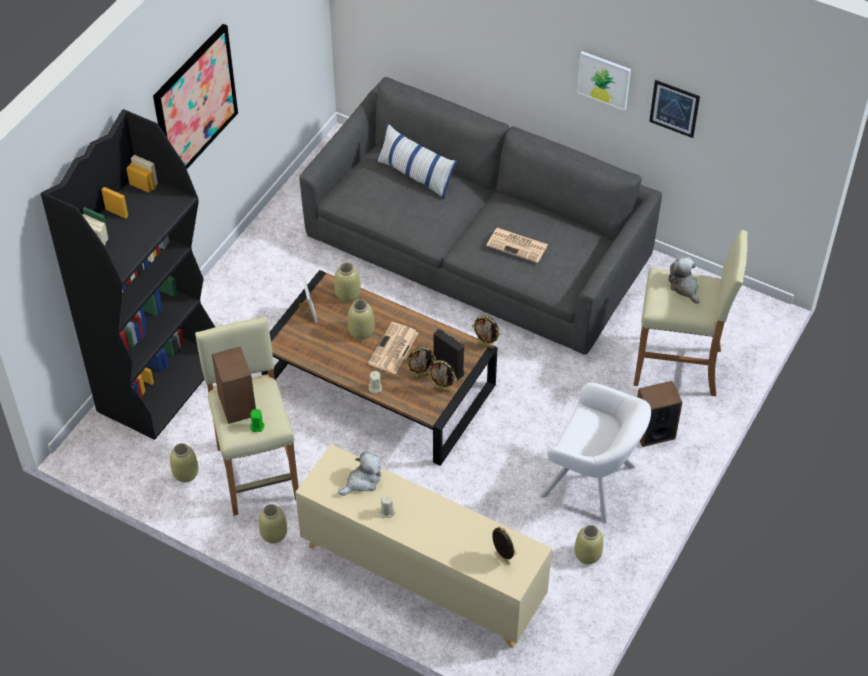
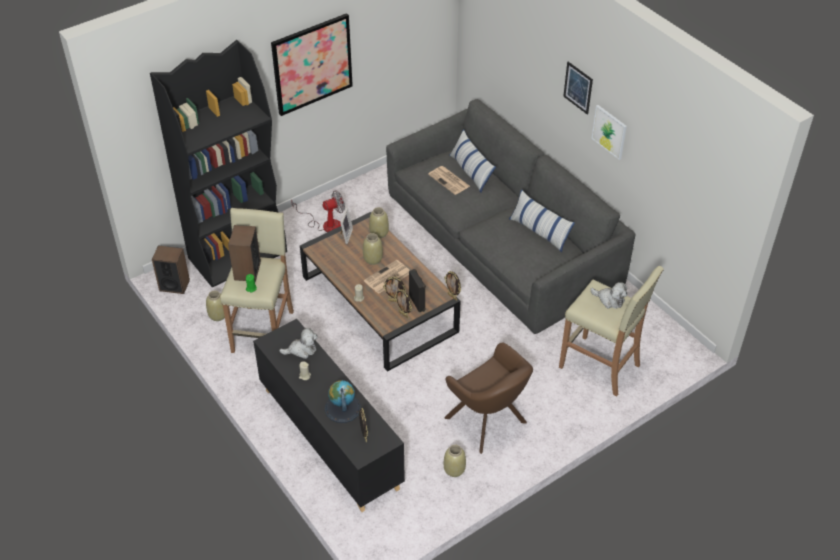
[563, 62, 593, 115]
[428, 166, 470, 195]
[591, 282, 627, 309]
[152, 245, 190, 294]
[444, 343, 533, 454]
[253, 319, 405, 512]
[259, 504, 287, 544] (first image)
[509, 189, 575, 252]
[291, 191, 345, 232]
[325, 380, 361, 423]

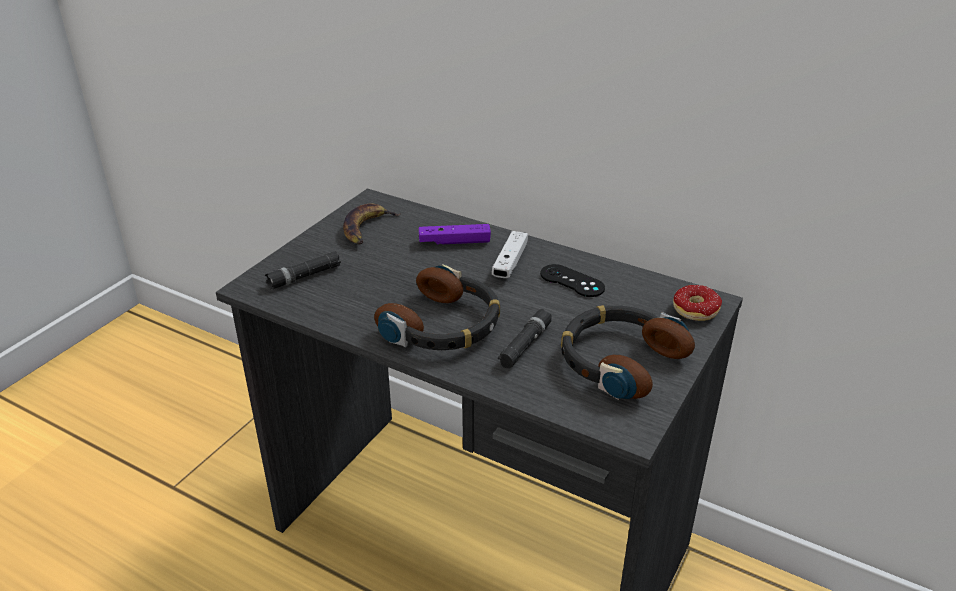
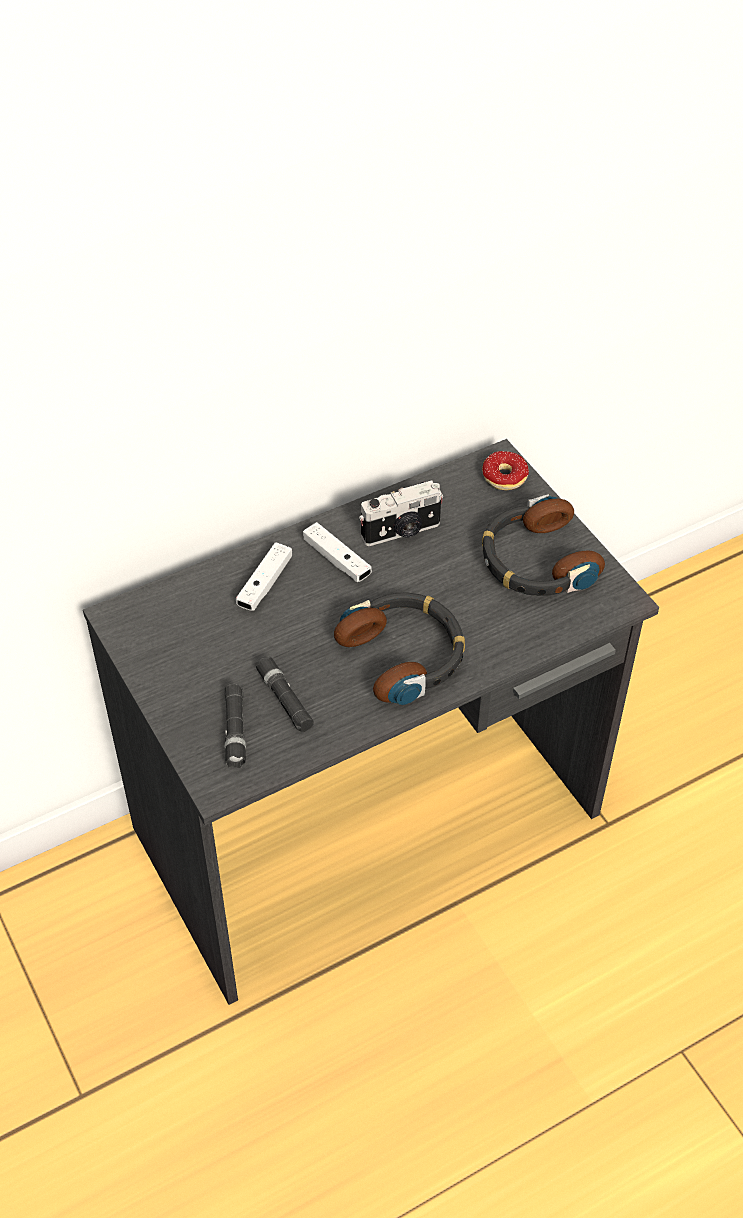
[343, 203, 401, 245] (first image)
[236, 542, 292, 611]
[359, 481, 444, 546]
[256, 657, 314, 732]

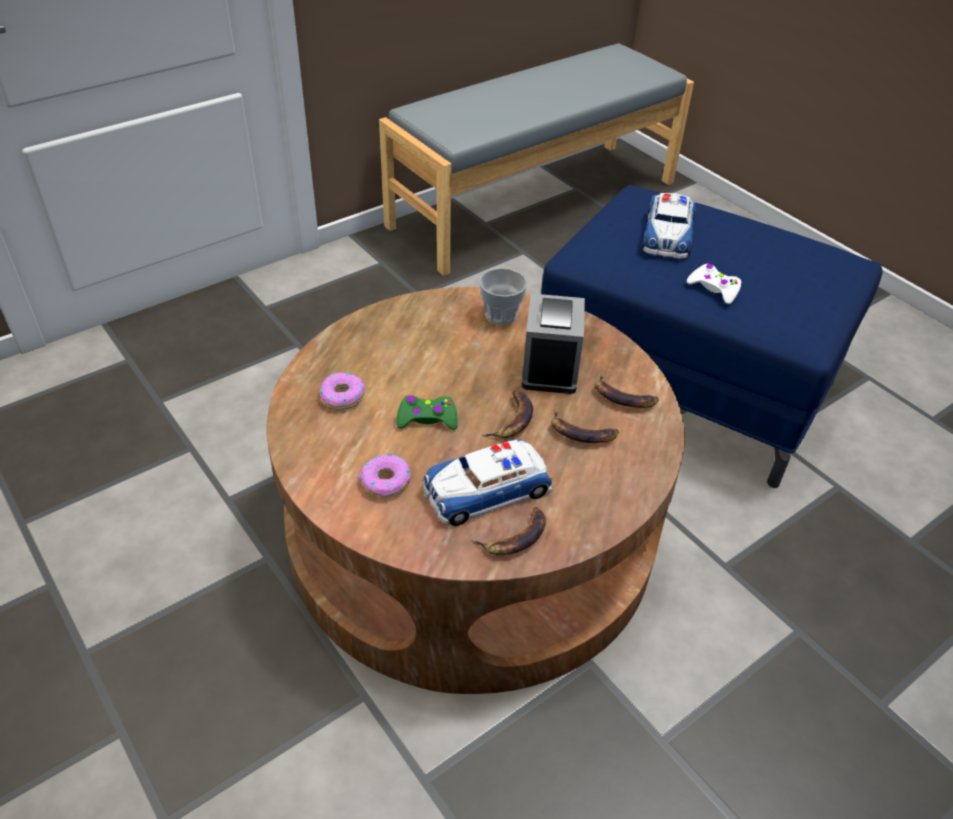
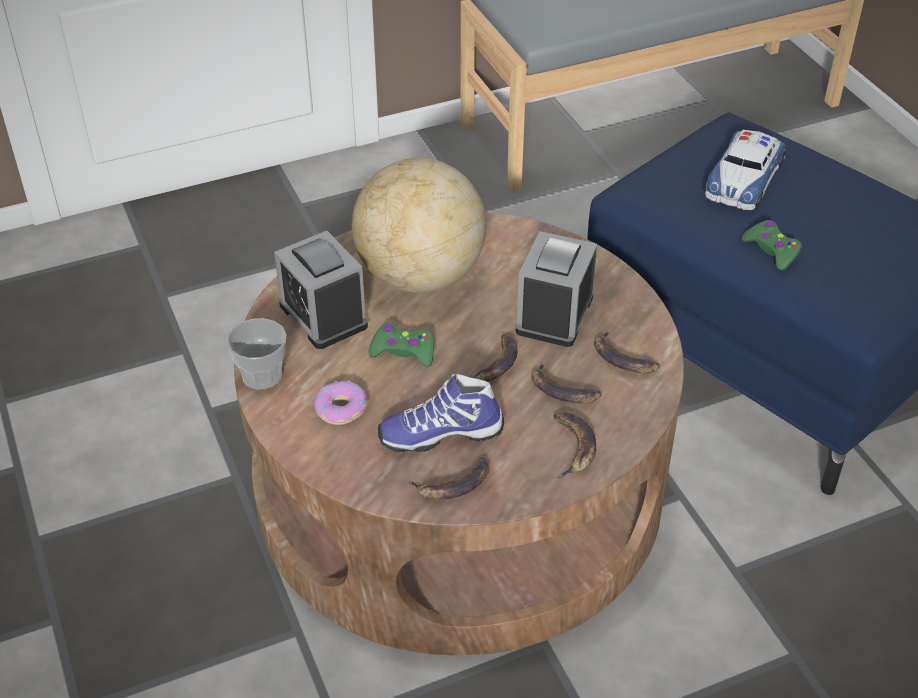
[741, 220, 802, 271]
[227, 318, 286, 389]
[274, 231, 368, 349]
[378, 374, 504, 453]
[352, 158, 486, 293]
[553, 412, 596, 478]

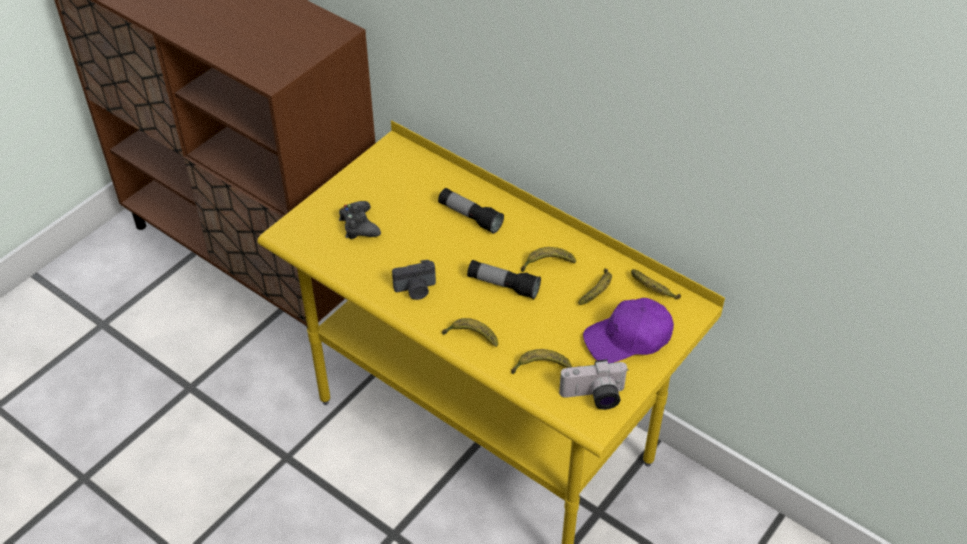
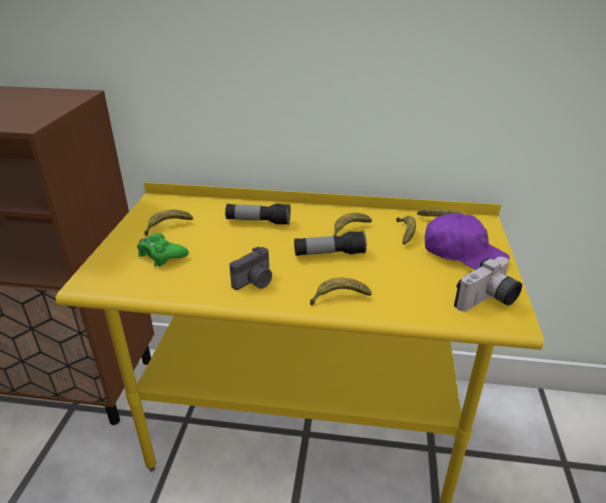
[137, 233, 189, 267]
[425, 213, 509, 270]
[144, 210, 193, 236]

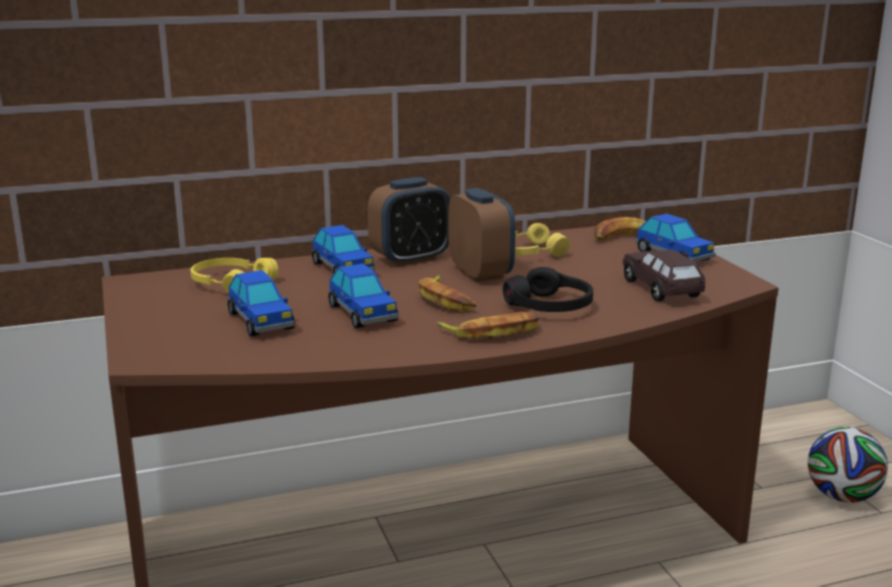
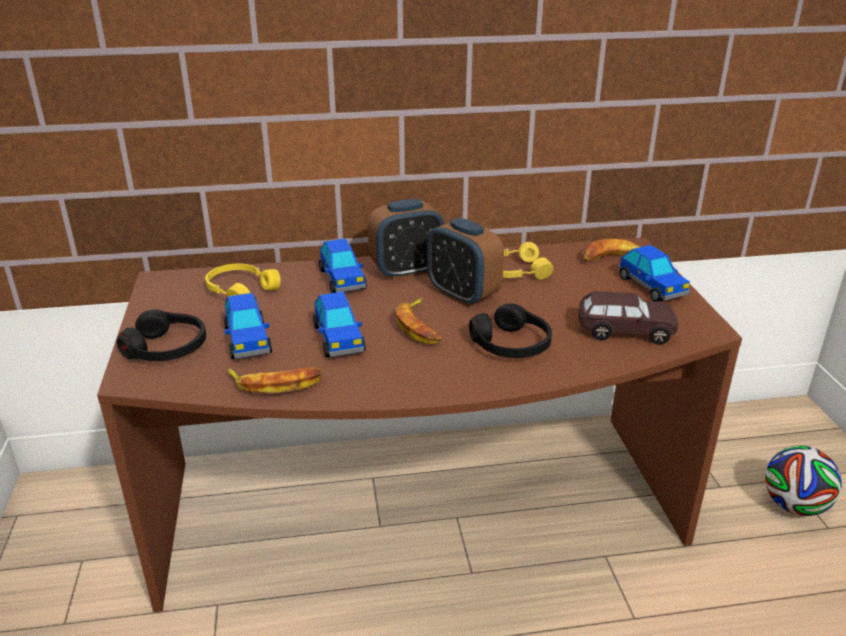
[427, 218, 504, 307]
[578, 291, 678, 345]
[227, 367, 322, 394]
[117, 309, 206, 361]

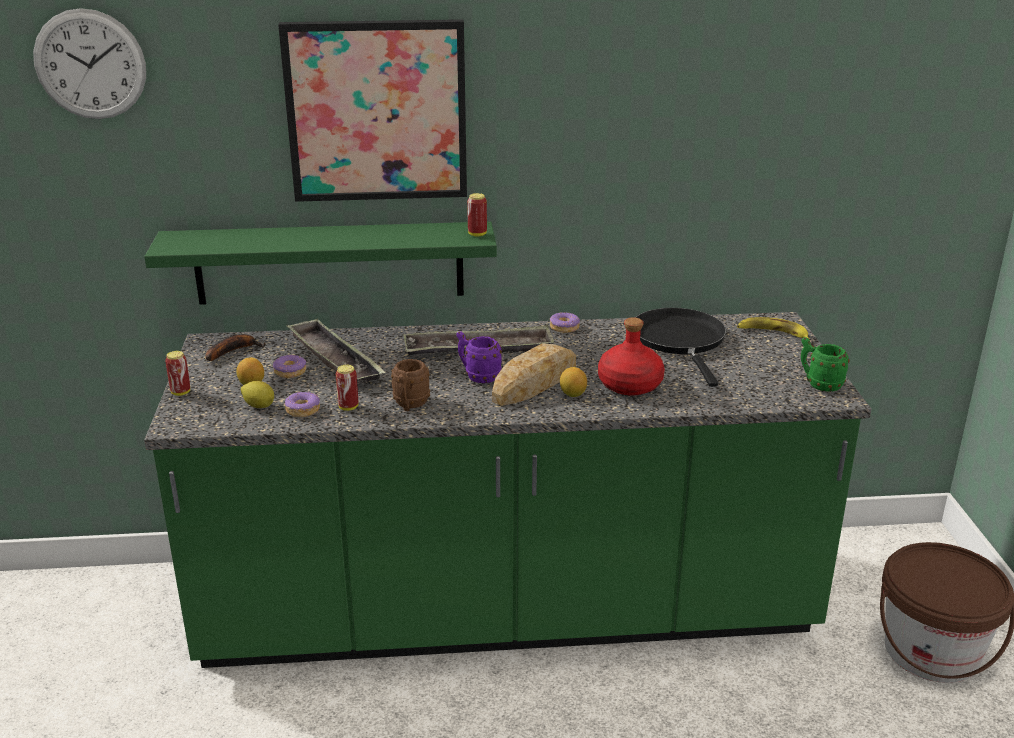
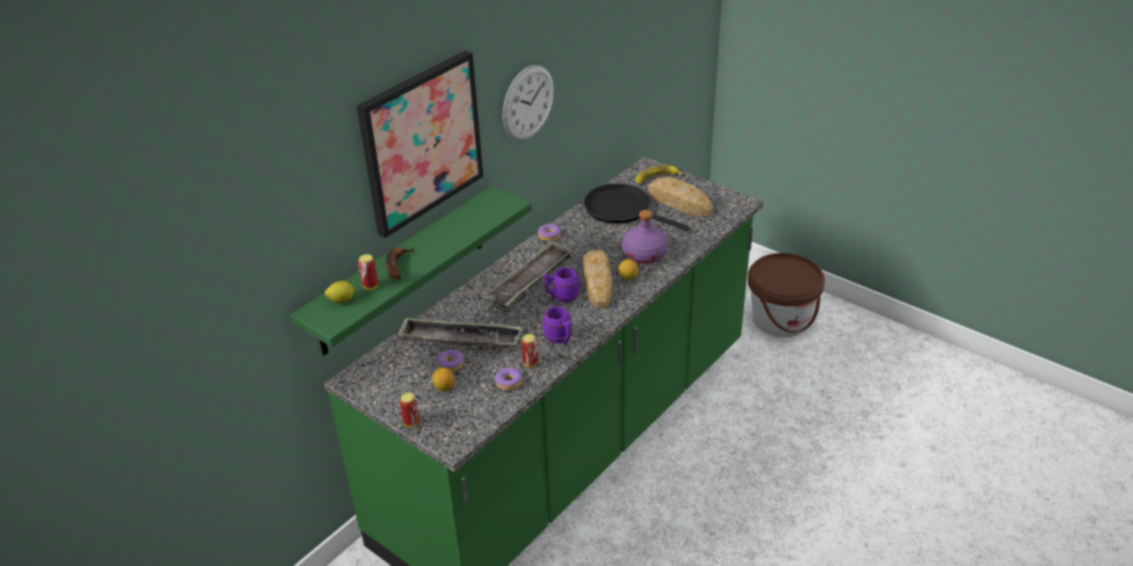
[503, 65, 554, 140]
[358, 254, 378, 290]
[622, 210, 668, 263]
[385, 247, 415, 279]
[801, 337, 850, 392] (first image)
[542, 306, 572, 345]
[325, 281, 355, 303]
[647, 177, 713, 217]

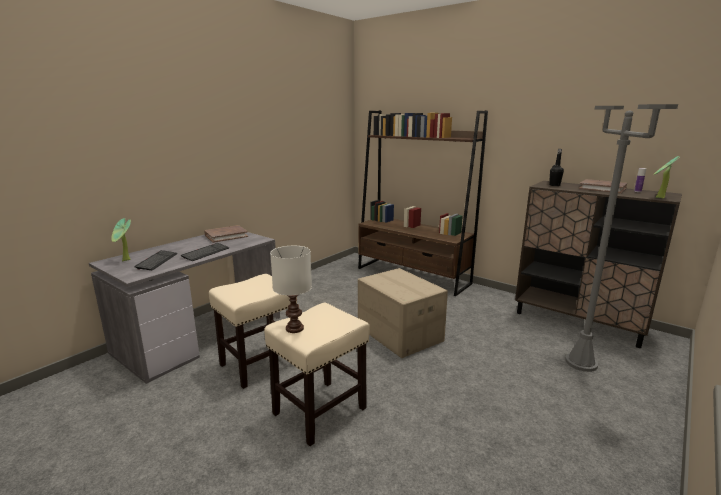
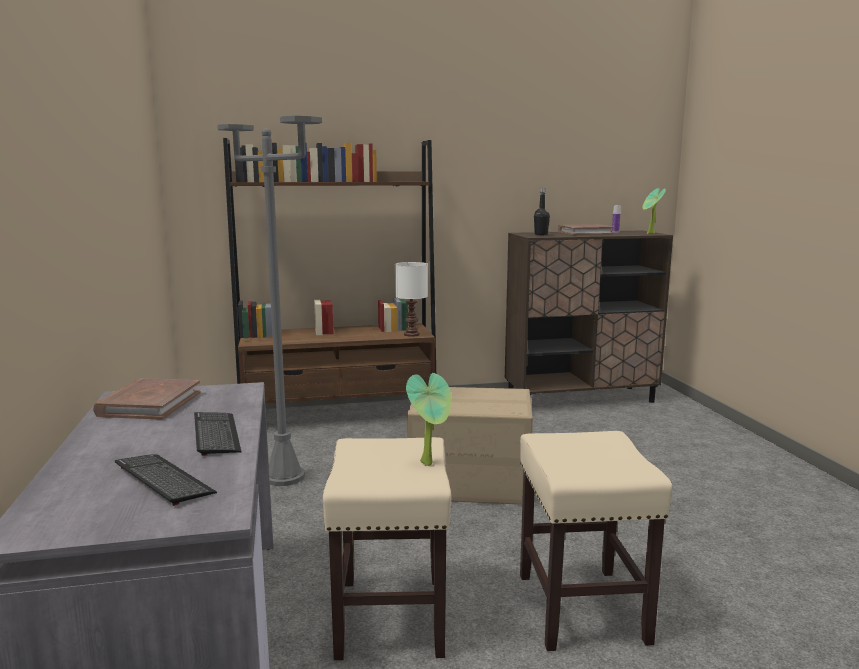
[217, 116, 322, 486]
[406, 373, 451, 466]
[395, 262, 428, 337]

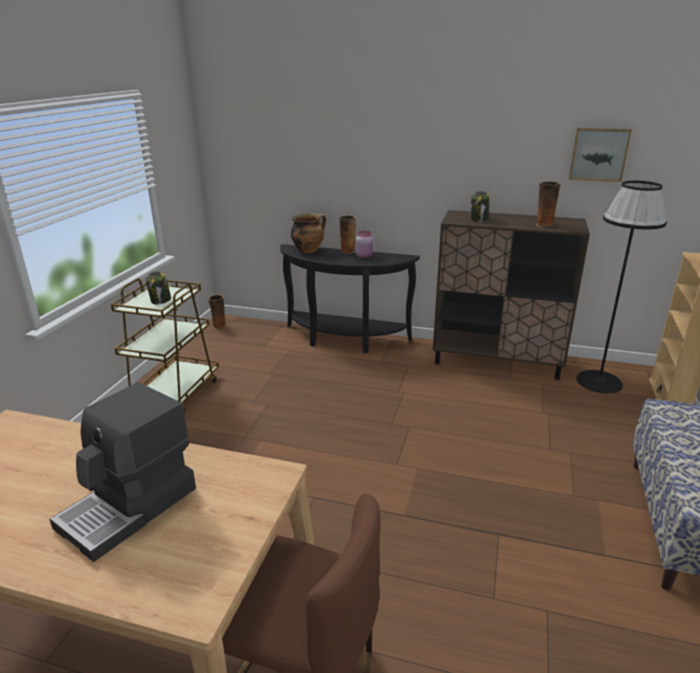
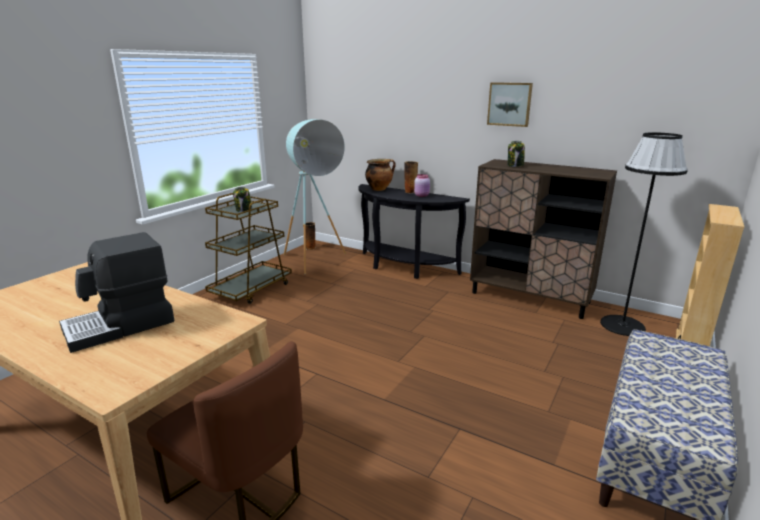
[487, 82, 533, 127]
[536, 181, 561, 227] (first image)
[284, 119, 346, 274]

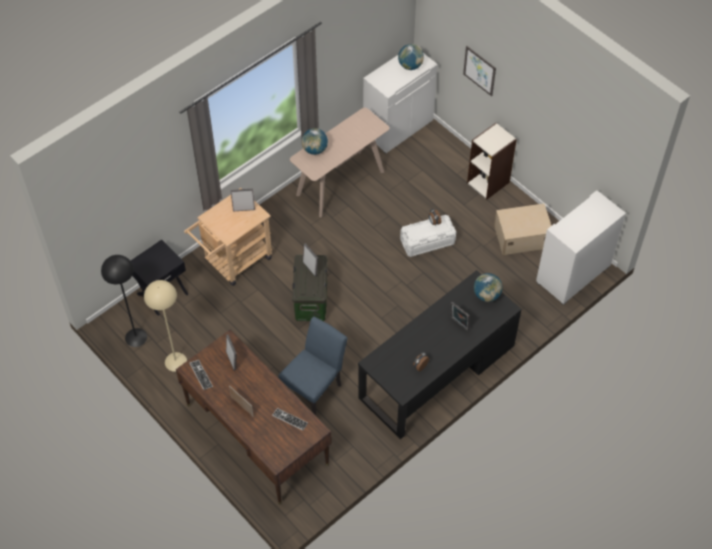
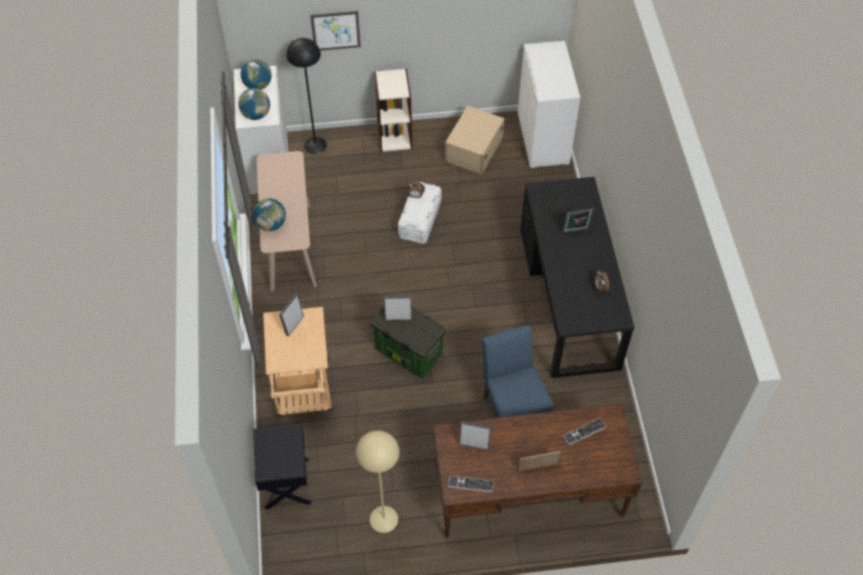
[286, 38, 327, 154]
[238, 88, 270, 120]

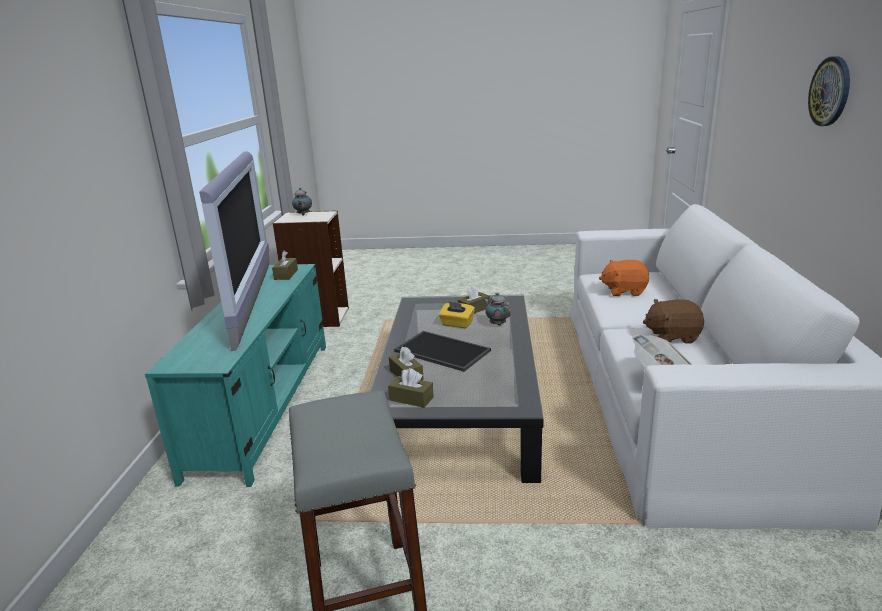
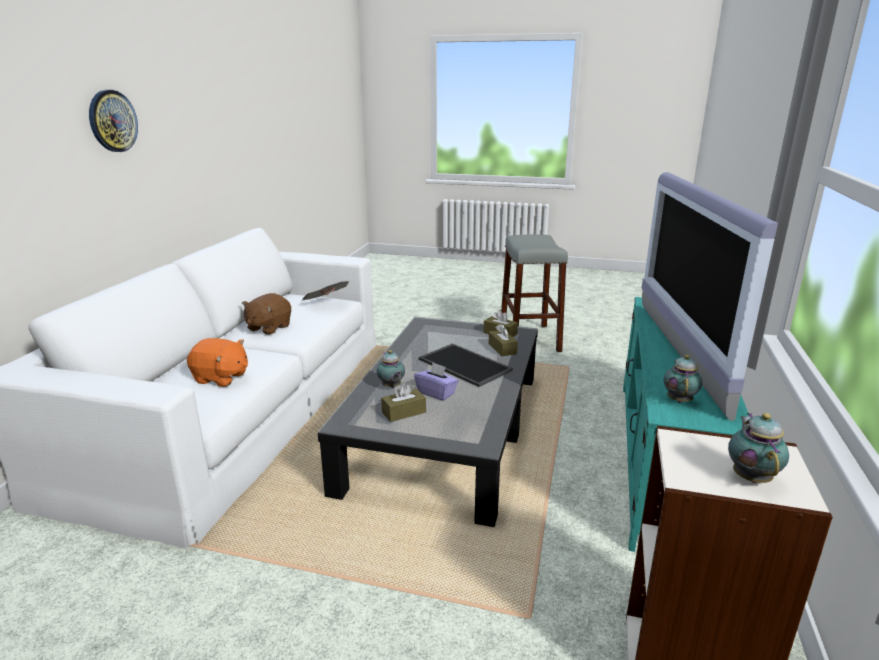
[664, 355, 702, 403]
[242, 293, 291, 335]
[414, 363, 458, 401]

